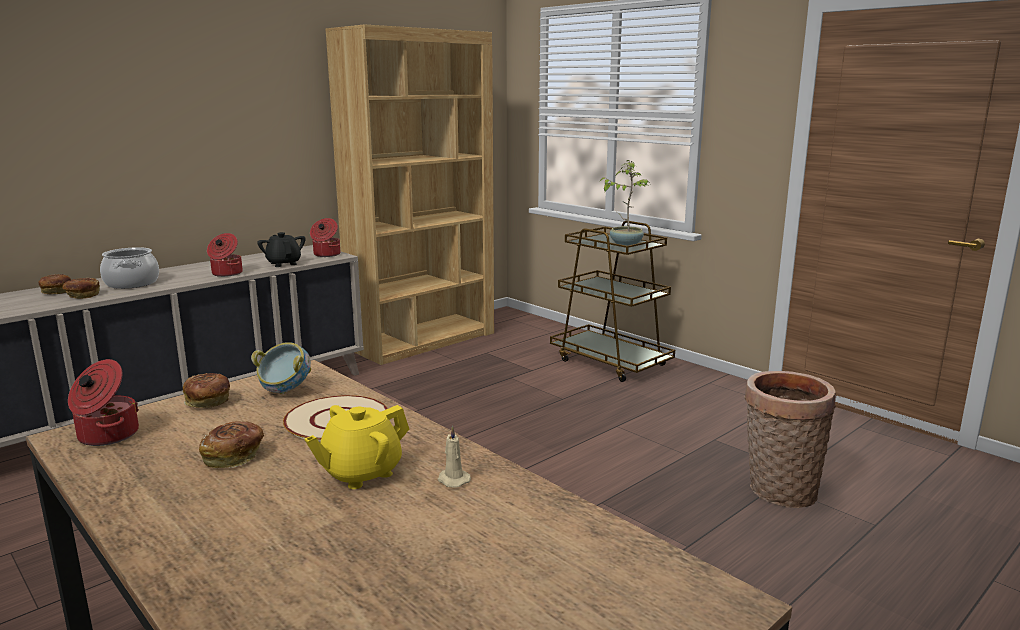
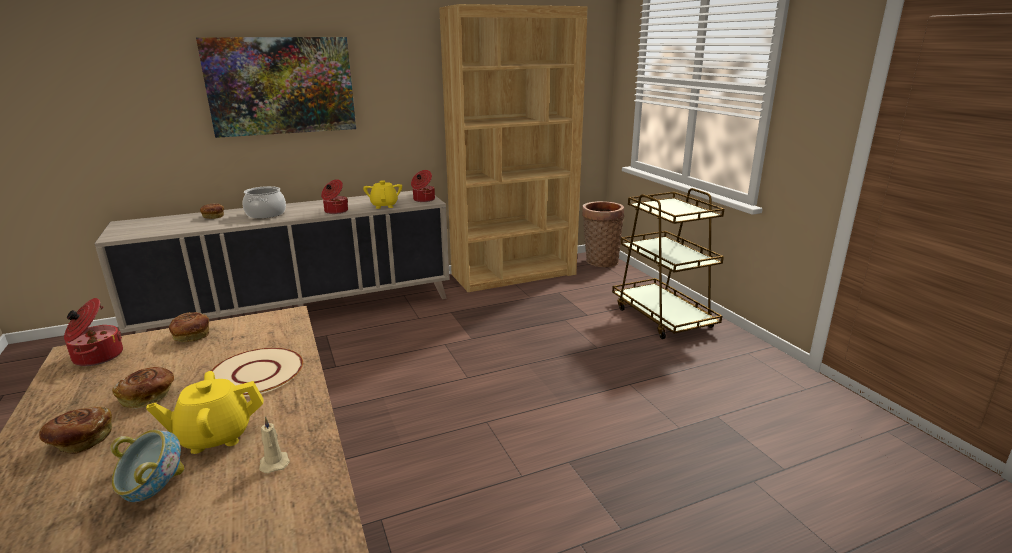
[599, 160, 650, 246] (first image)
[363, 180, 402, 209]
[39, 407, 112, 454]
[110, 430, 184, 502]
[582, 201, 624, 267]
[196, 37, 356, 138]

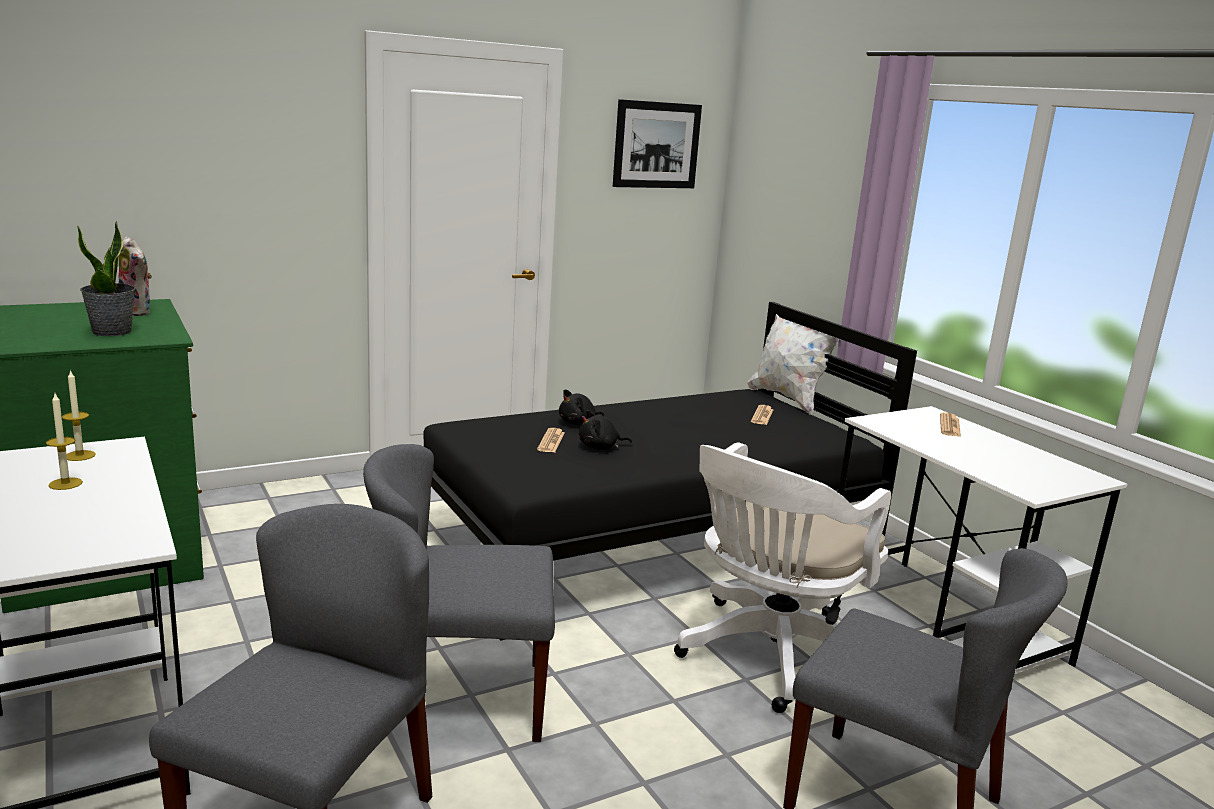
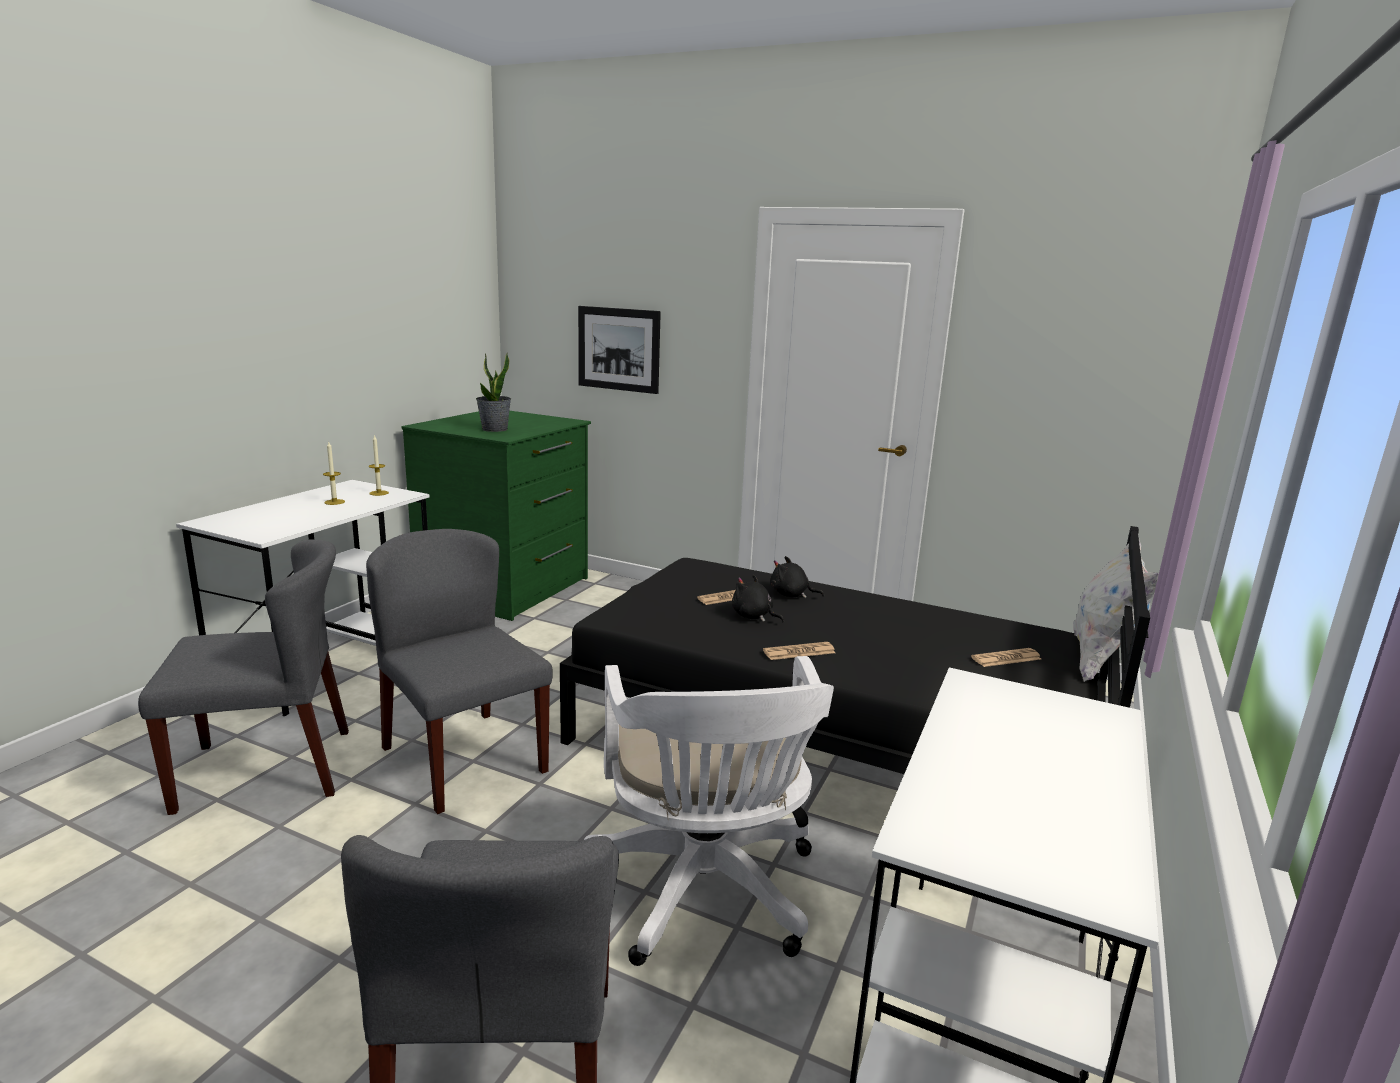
[578, 306, 661, 394]
[118, 236, 152, 316] (first image)
[763, 642, 835, 660]
[584, 656, 834, 966]

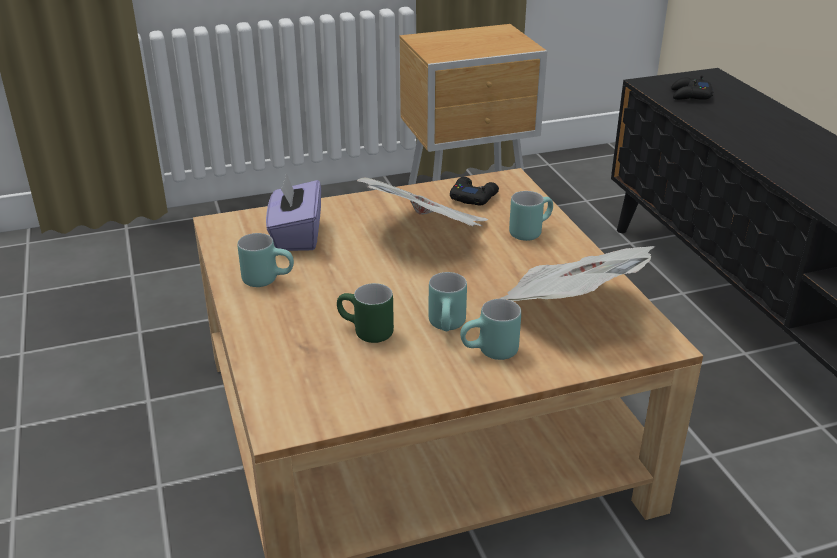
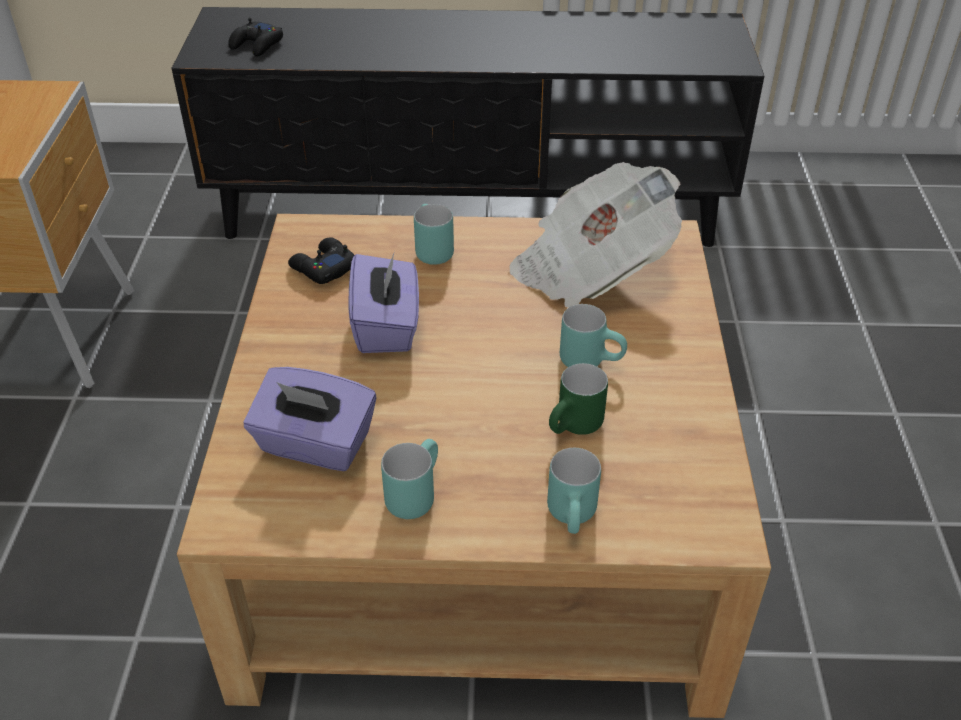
[349, 251, 419, 353]
[547, 448, 601, 534]

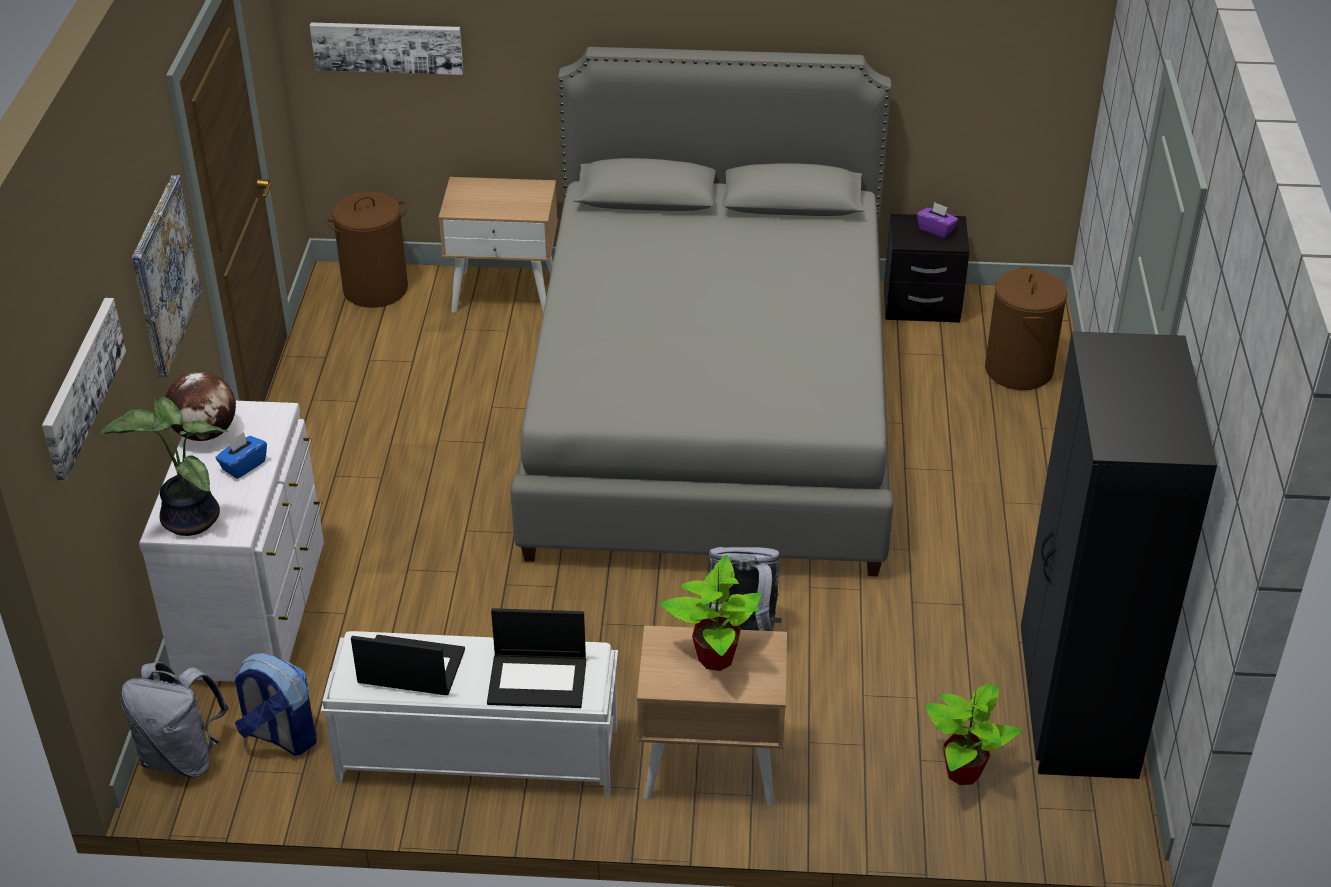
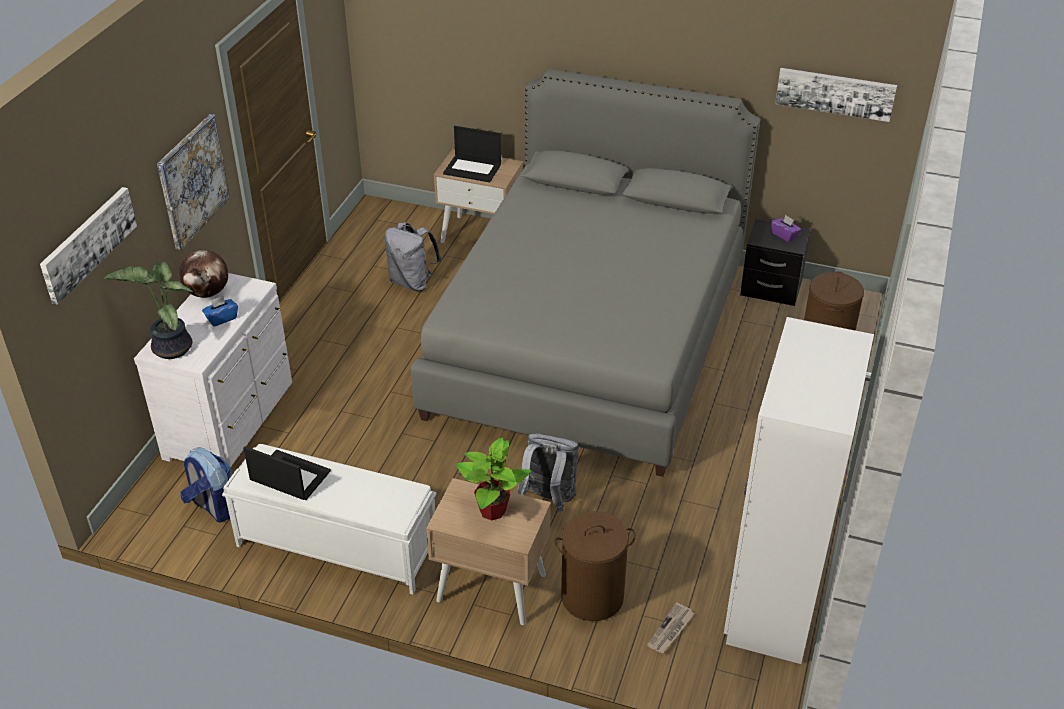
[775, 68, 897, 122]
[555, 511, 636, 621]
[724, 317, 874, 664]
[443, 126, 501, 182]
[384, 222, 441, 291]
[647, 603, 695, 653]

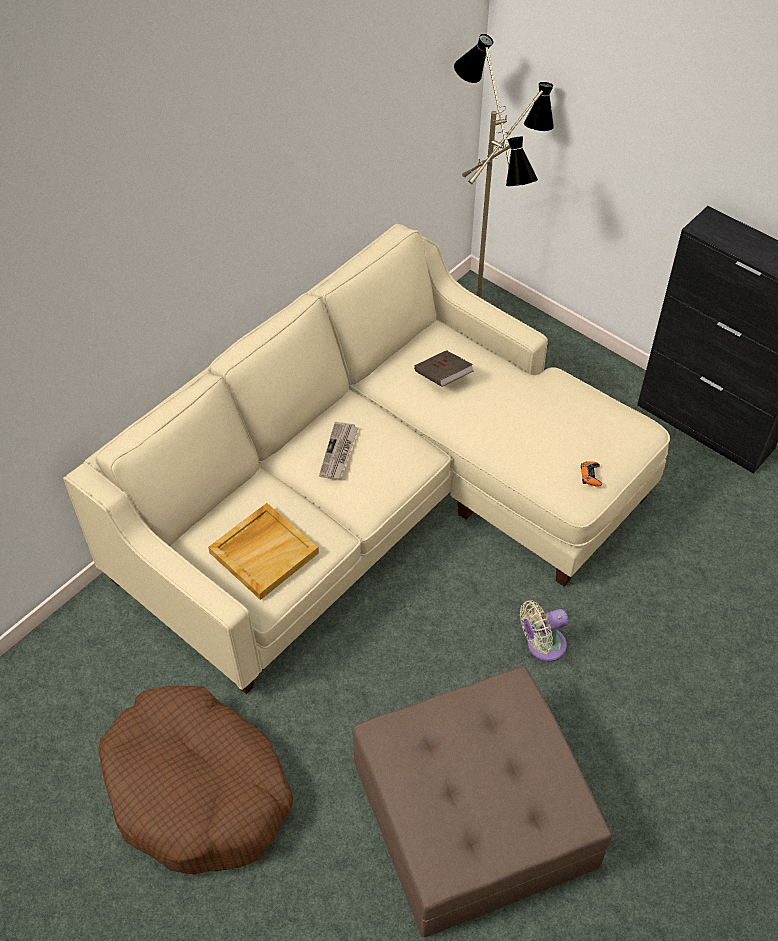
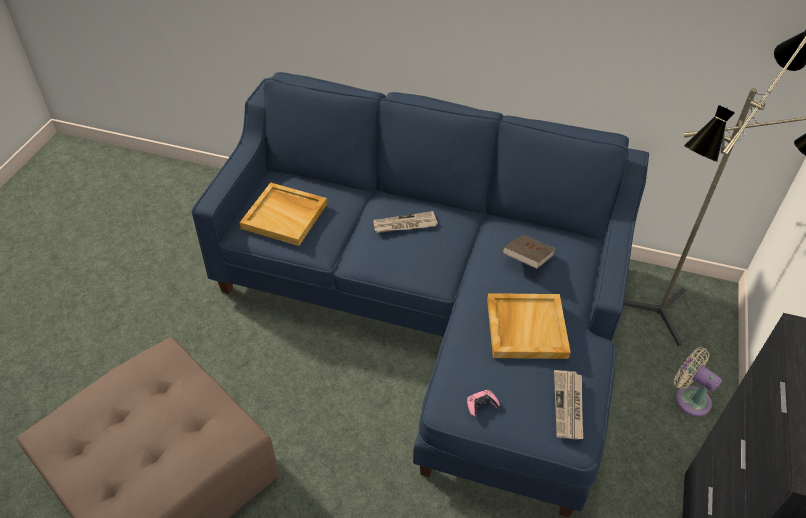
[192, 72, 649, 518]
[467, 390, 500, 417]
[674, 347, 722, 416]
[98, 686, 293, 875] (first image)
[487, 293, 571, 359]
[554, 370, 583, 439]

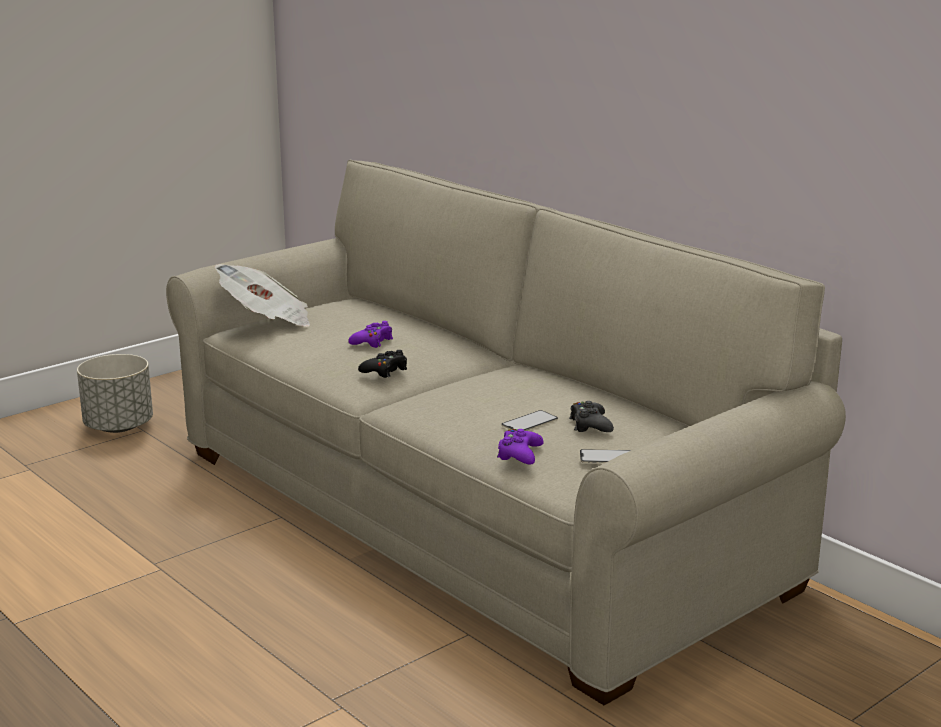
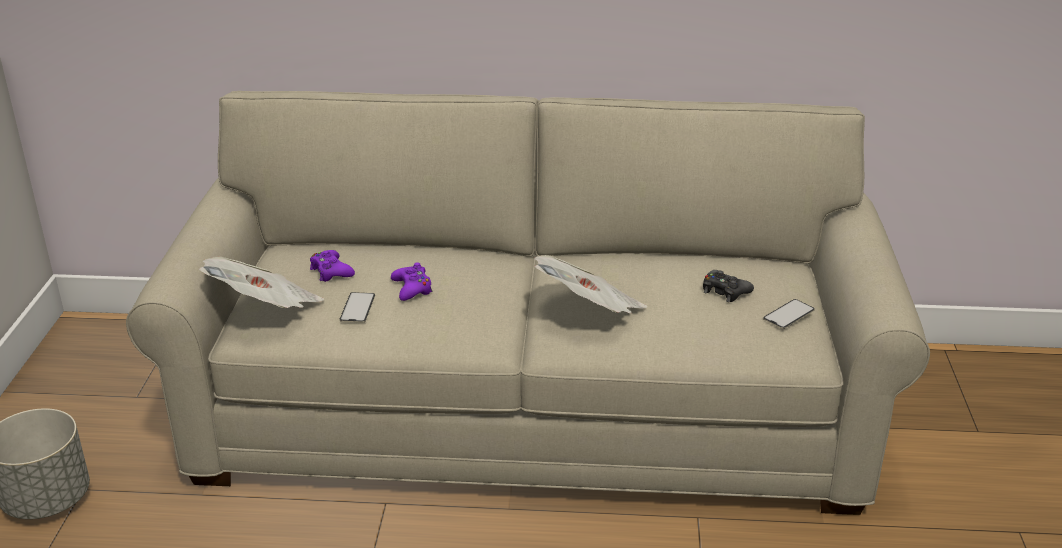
[358, 350, 407, 378] (first image)
[339, 292, 375, 323]
[310, 250, 355, 282]
[534, 255, 648, 313]

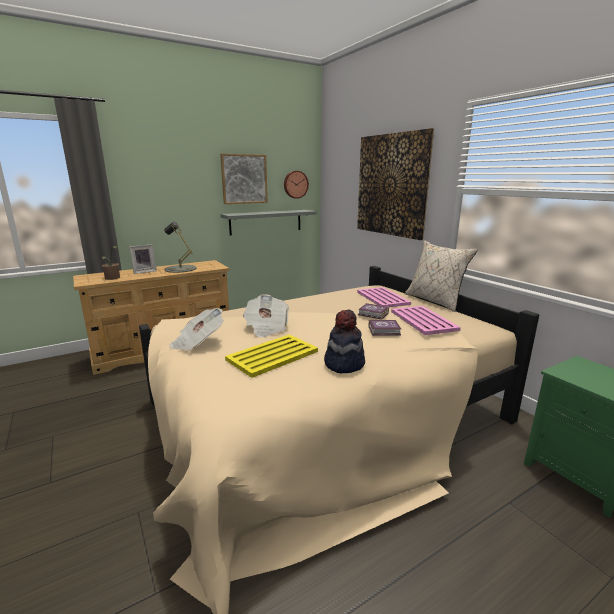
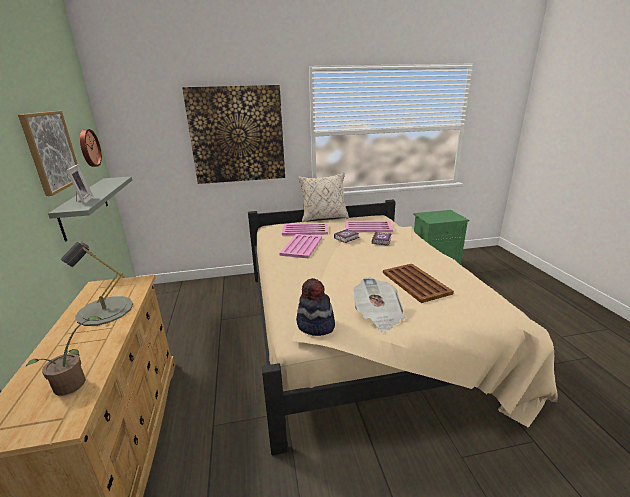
[66, 164, 93, 205]
[243, 294, 289, 338] (first image)
[296, 278, 335, 336]
[383, 264, 454, 303]
[280, 234, 322, 259]

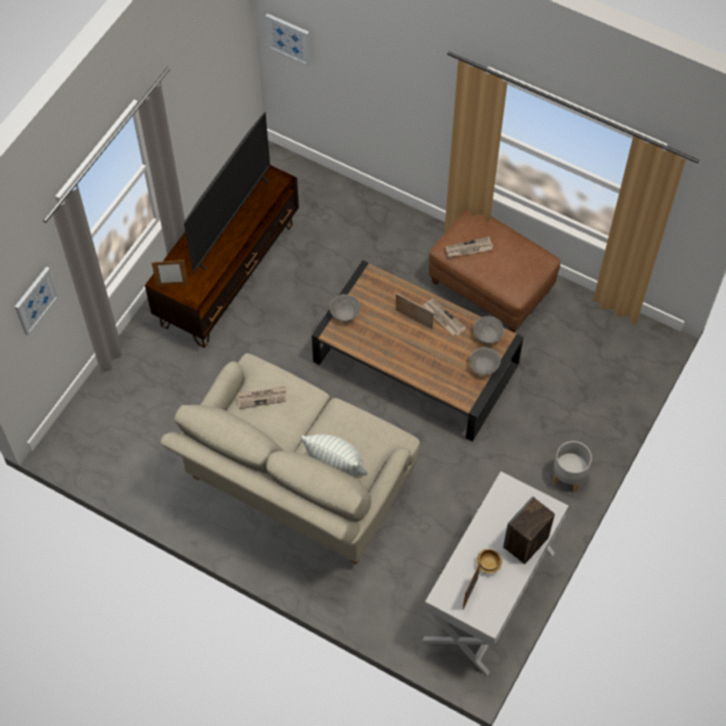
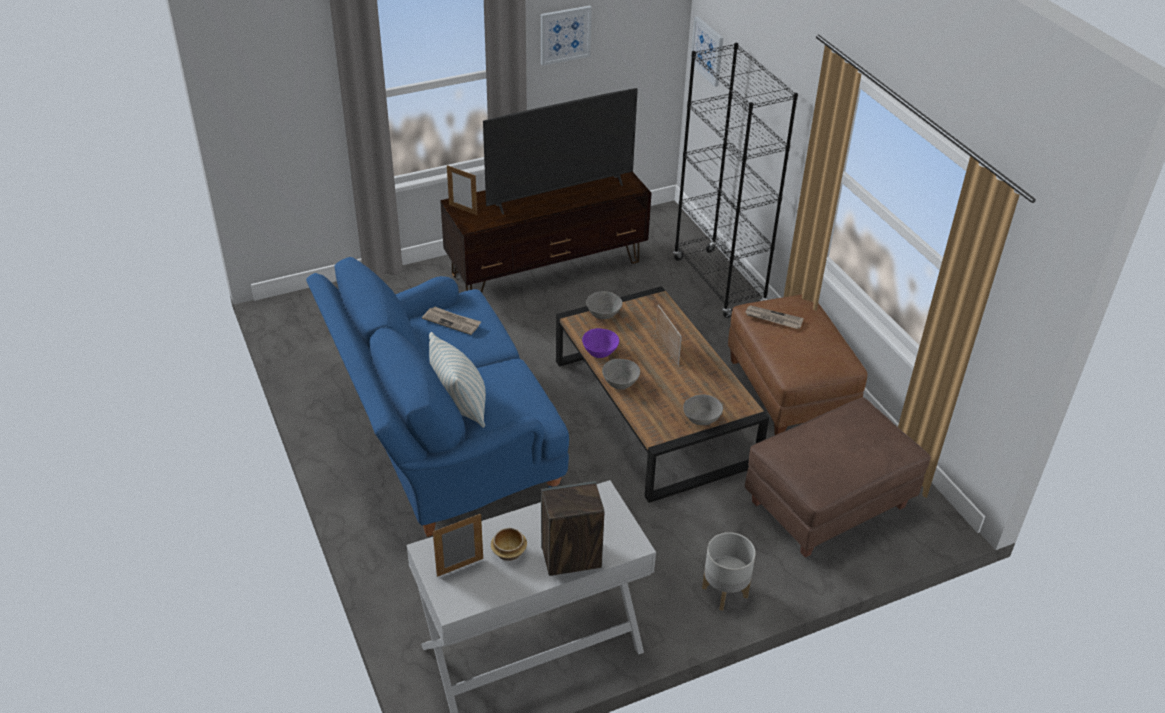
[541, 6, 592, 66]
[422, 299, 466, 336] (first image)
[602, 359, 640, 390]
[306, 257, 569, 537]
[673, 43, 798, 318]
[582, 328, 619, 358]
[745, 397, 931, 557]

